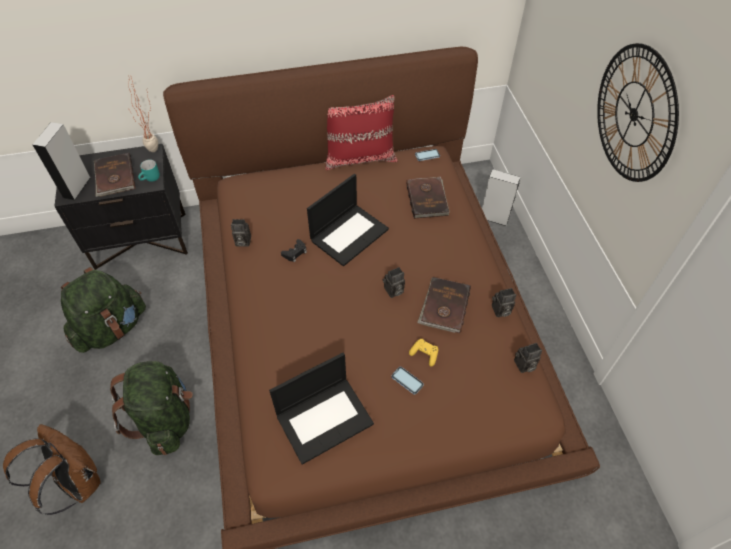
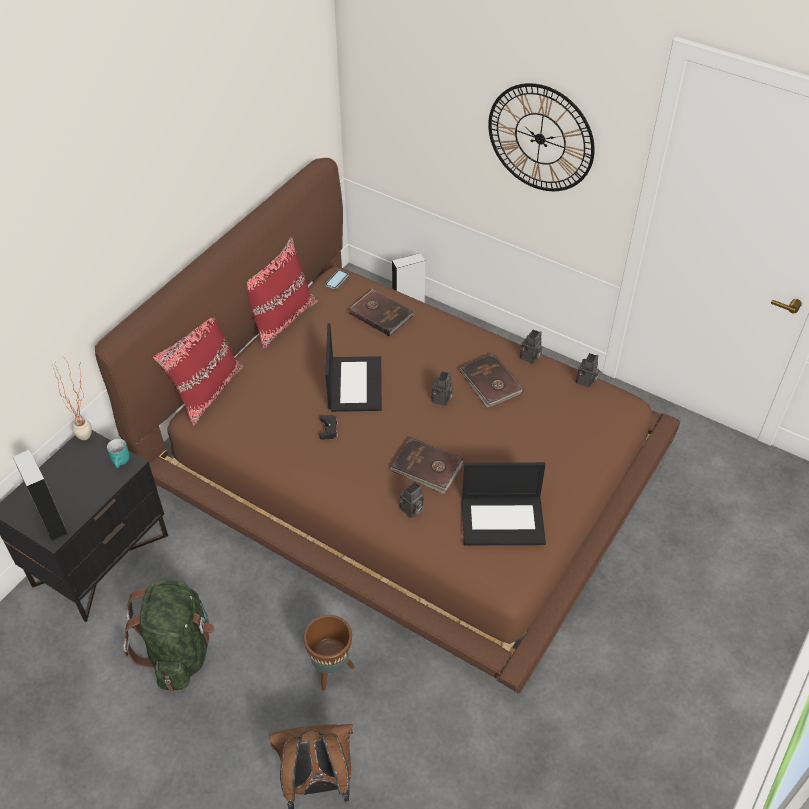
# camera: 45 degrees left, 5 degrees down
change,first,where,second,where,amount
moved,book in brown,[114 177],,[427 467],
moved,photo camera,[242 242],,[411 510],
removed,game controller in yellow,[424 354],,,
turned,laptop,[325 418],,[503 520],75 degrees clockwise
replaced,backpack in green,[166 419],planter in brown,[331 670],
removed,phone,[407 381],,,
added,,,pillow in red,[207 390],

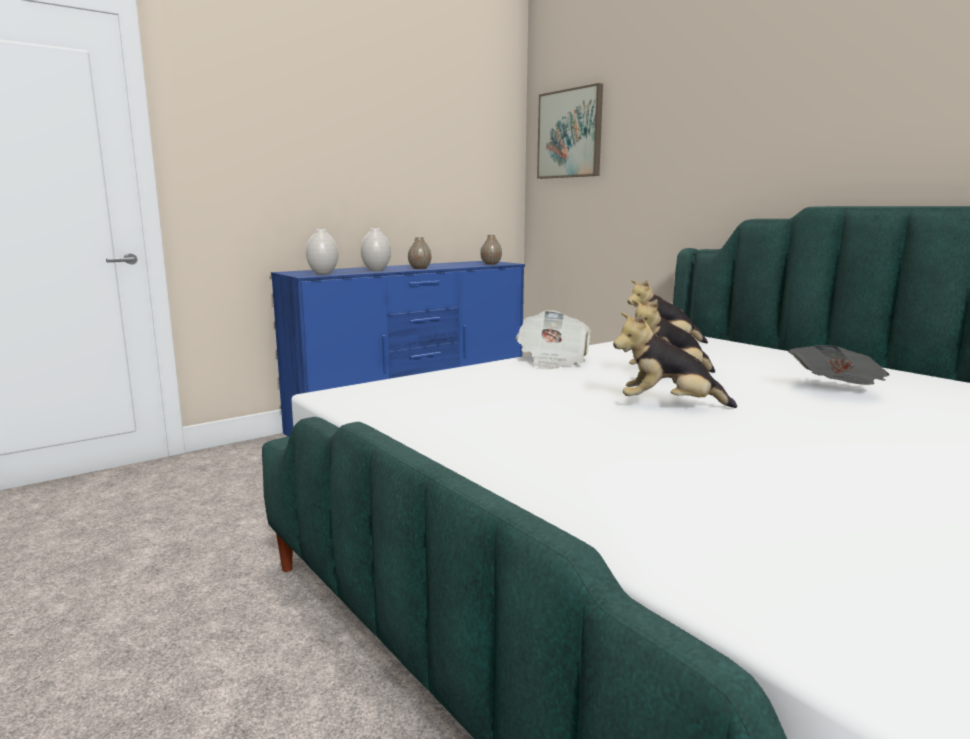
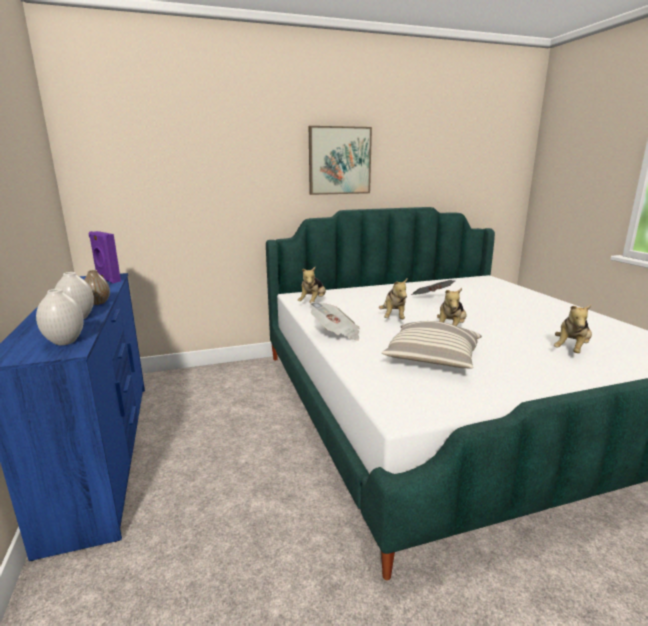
# camera: 70 degrees left, 5 degrees up
change,first,where,second,where,amount
moved,picture,[570 134],,[339 161],
replaced,vase,[491 264],speaker in purple,[107 280],
added,,,plush toy,[571 350],
added,,,pillow,[432 359],

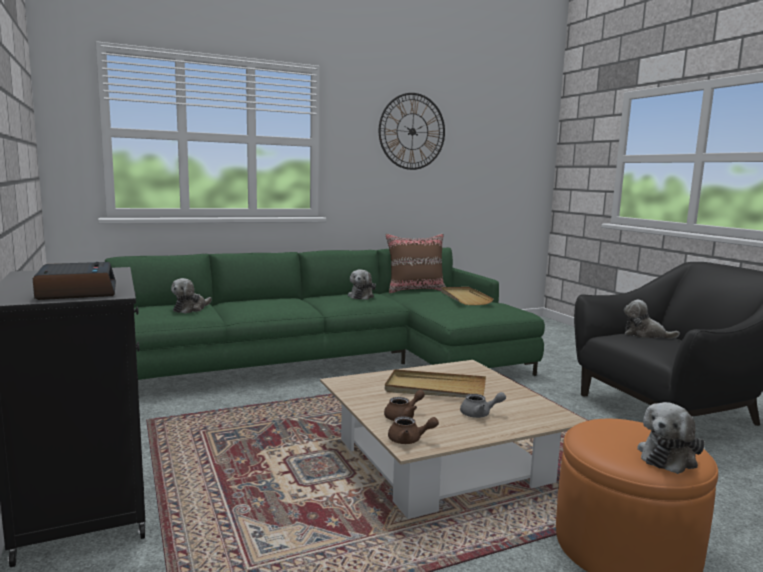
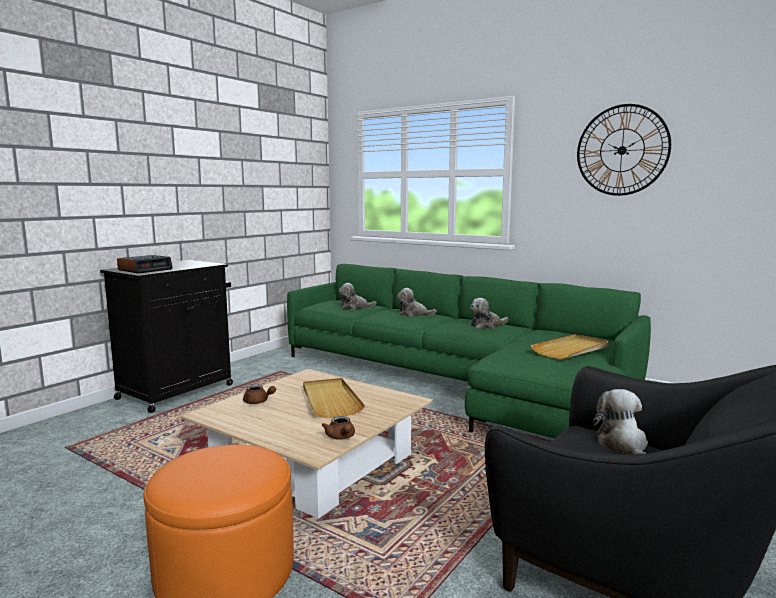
# camera: 60 degrees right, 0 degrees up
change,first,where,second,where,amount
removed,pillow in brown,[415 290],,,
removed,teapot in grey,[480 414],,,
moved,plush toy,[669 456],,[413 314],
moved,teapot in brown,[409 440],,[341 437],

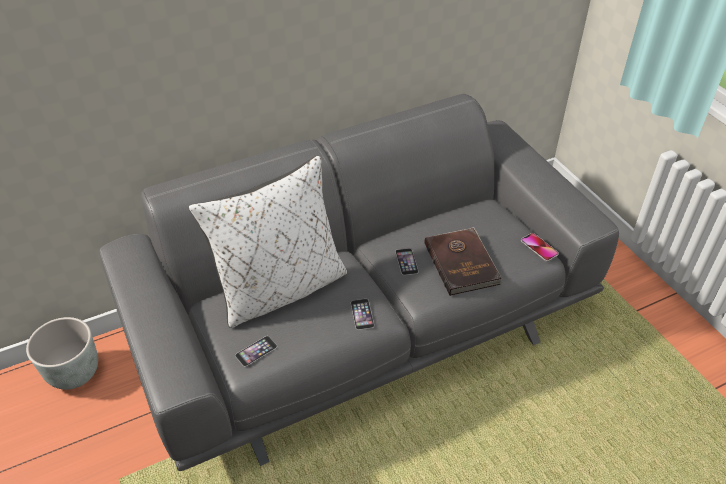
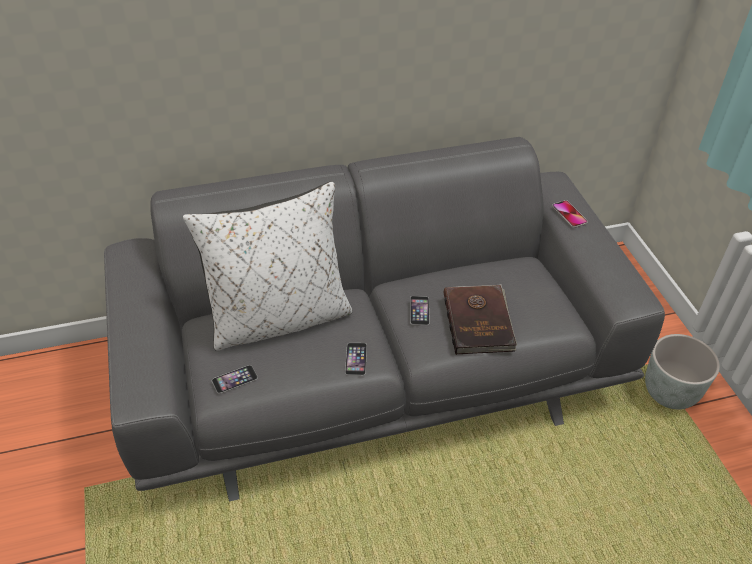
# camera: 10 degrees right, 0 degrees up
change,first,where,second,where,amount
moved,phone,[539 248],,[569 215],
moved,planter in grey,[75 372],,[669 393],

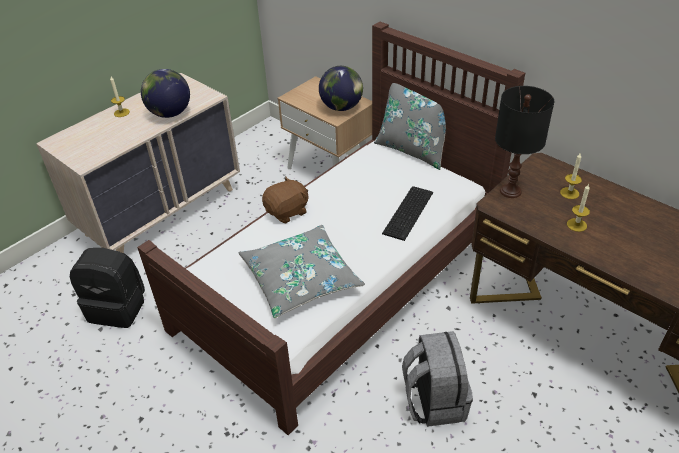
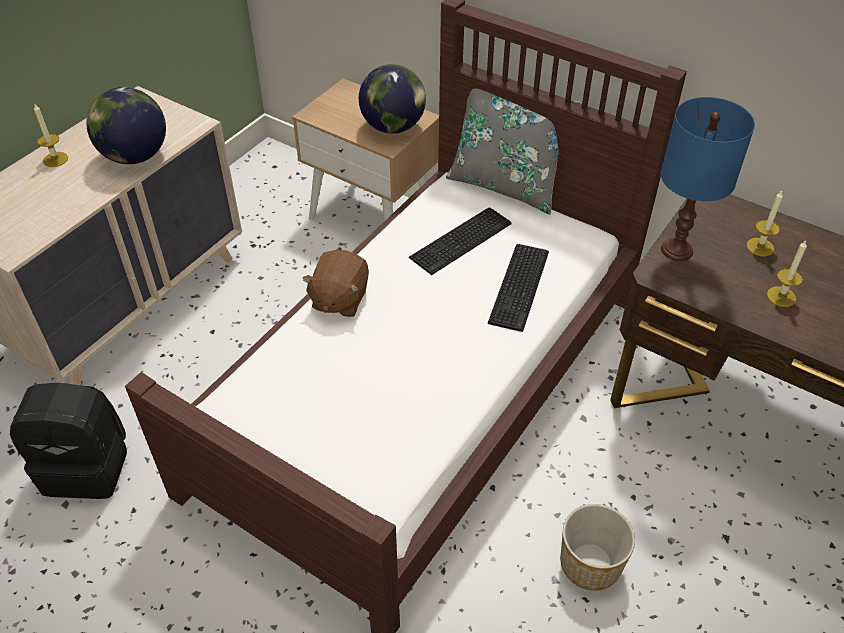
# camera: 10 degrees left, 5 degrees up
change,first,where,second,where,amount
recoloured,table lamp in black,[510 191],table lamp in blue,[676 250],
turned,plush toy in brown,[287 212],,[339 299],150 degrees clockwise
removed,pillow in grey,[301 278],,,
replaced,backpack in grey,[434 400],planter,[589 564],
added,,,keyboard,[463 241],

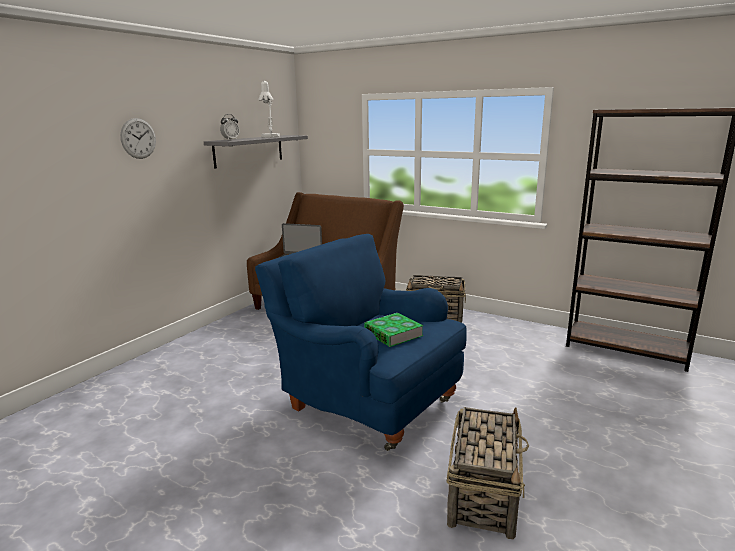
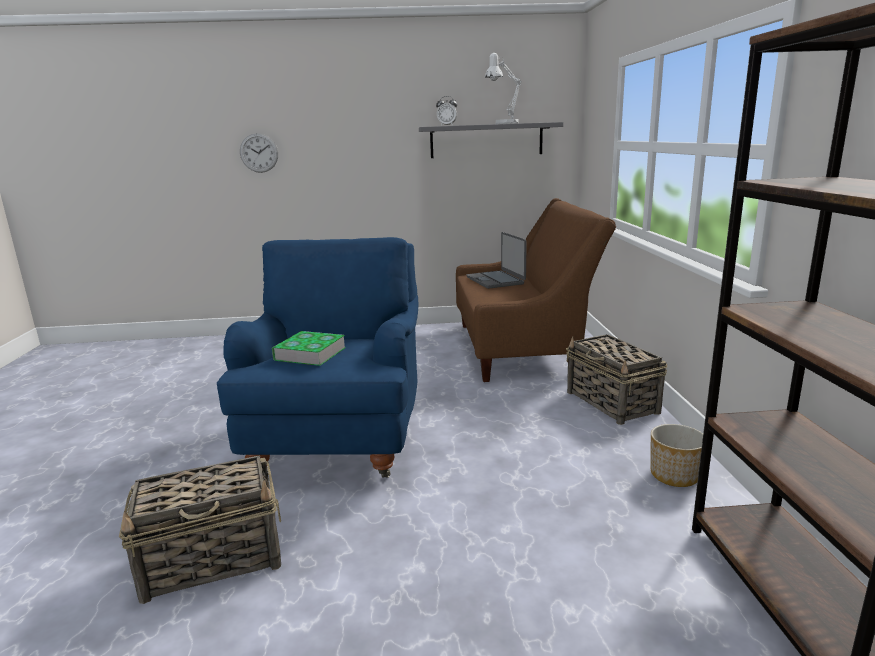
# camera: 55 degrees right, 0 degrees up
change,first,where,second,where,amount
moved,wall clock,[138 138],,[259 153],
added,,,planter,[675 475],

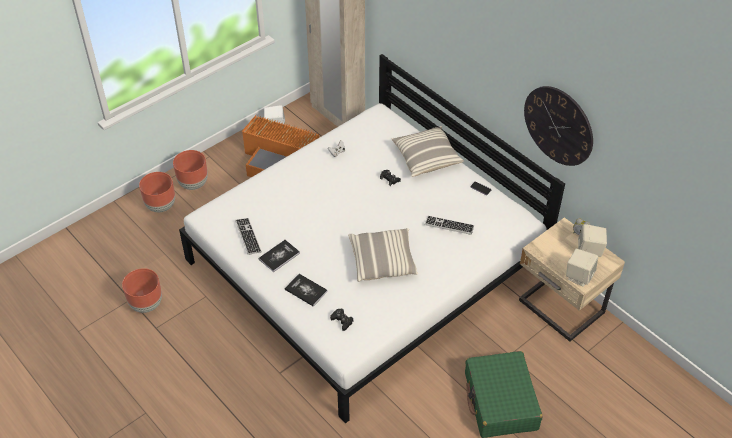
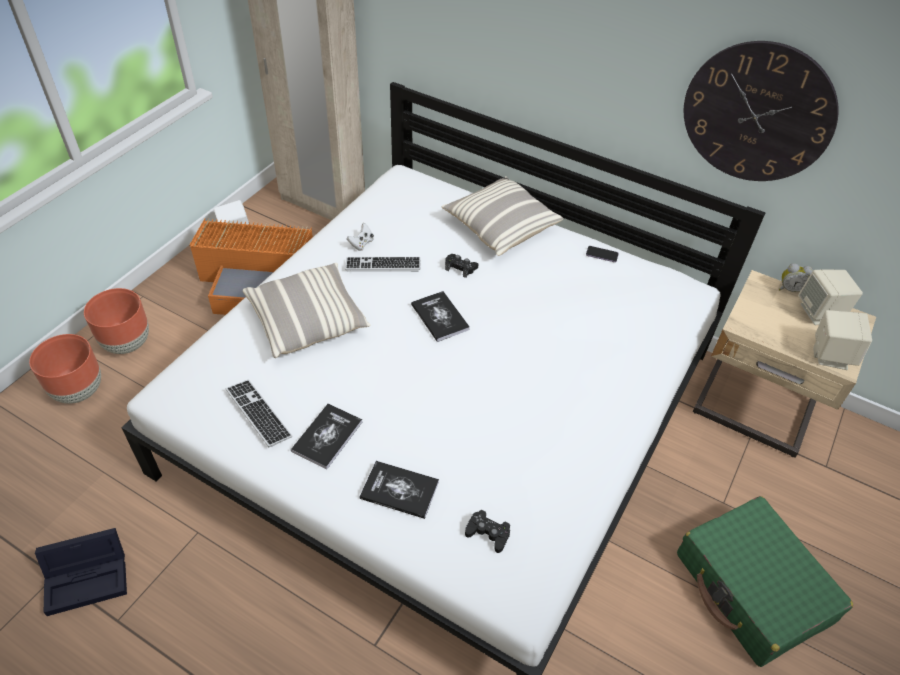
# camera: 20 degrees left, 0 degrees up
change,first,where,second,where,amount
moved,keyboard,[449 226],,[383 265],
moved,pillow,[383 261],,[308 320],
replaced,planter in brown,[147 304],storage box in black,[89 577],
added,,,book,[440 317],

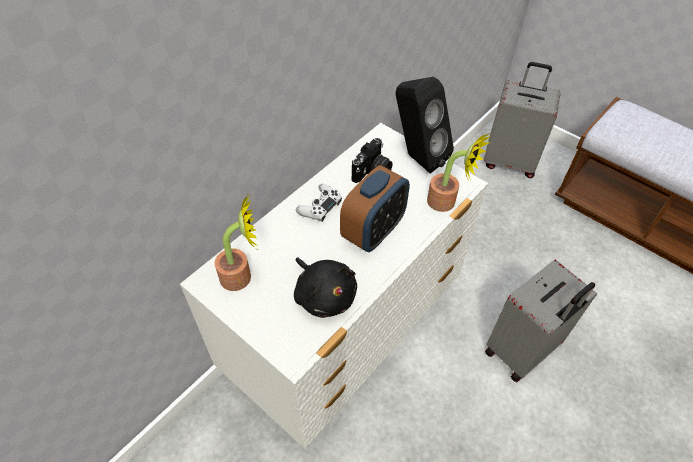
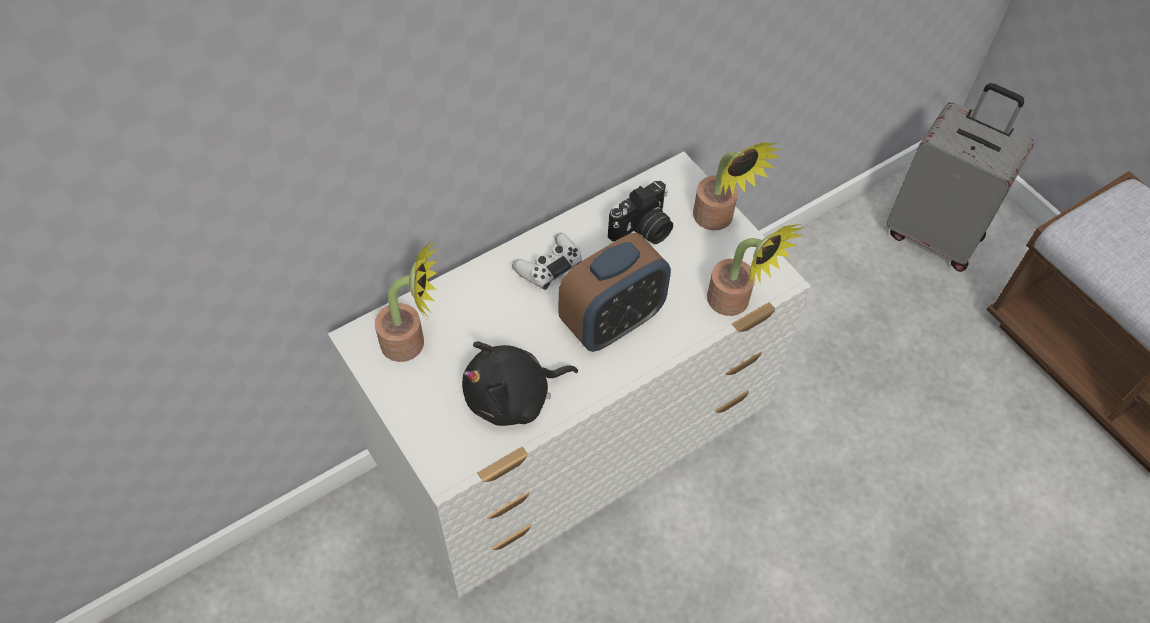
# camera: 15 degrees right, 5 degrees up
change,first,where,second,where,amount
replaced,speaker in black,[416 157],potted plant,[718 220],
turned,plush toy in black,[324 295],,[513 397],90 degrees clockwise
removed,suitcase in grey,[522 351],,,

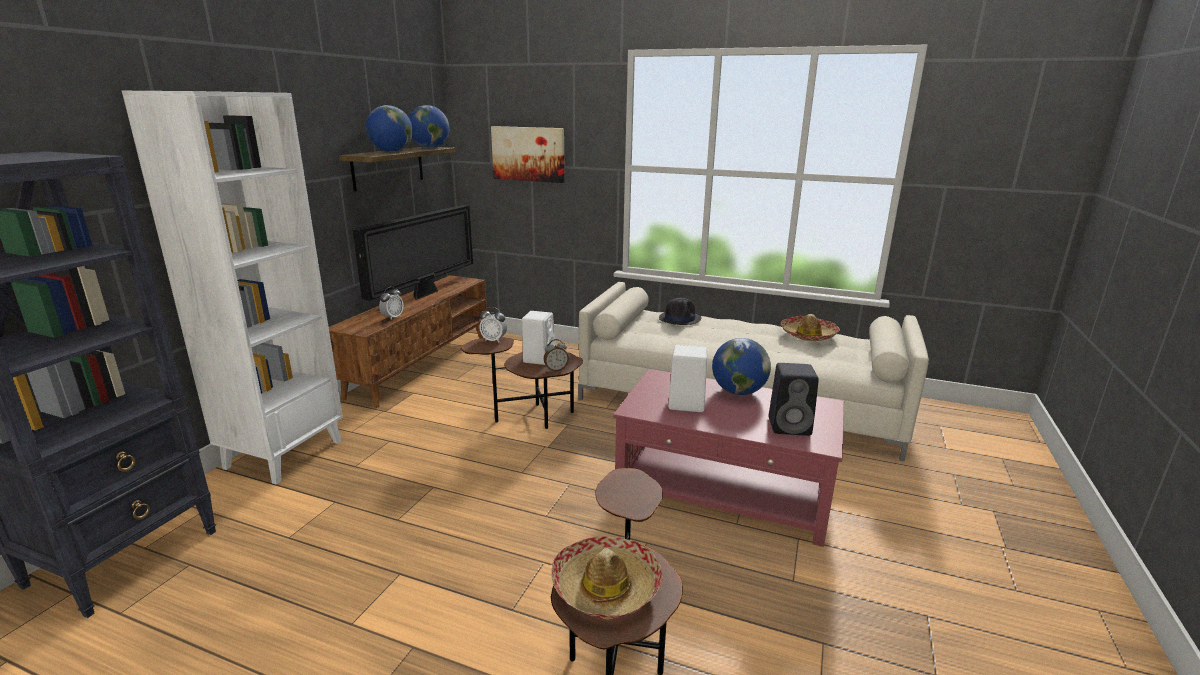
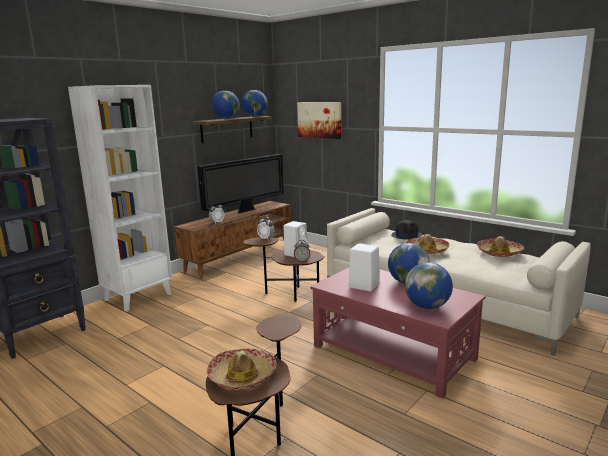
# camera: 20 degrees right, 5 degrees down
change,first,where,second,where,amount
replaced,speaker in black,[791 426],globe,[427 306],
added,,,hat,[427 250],

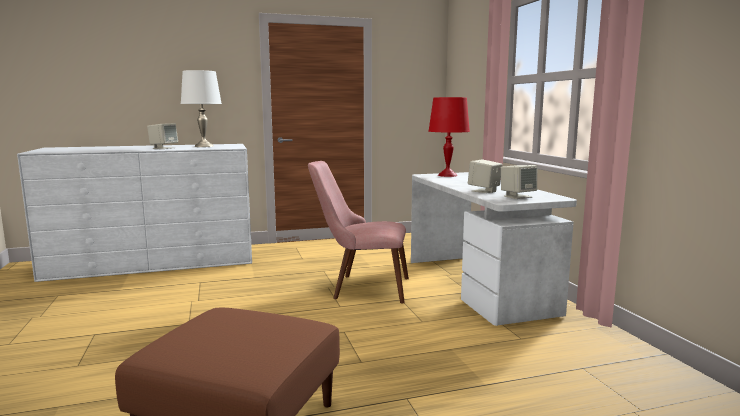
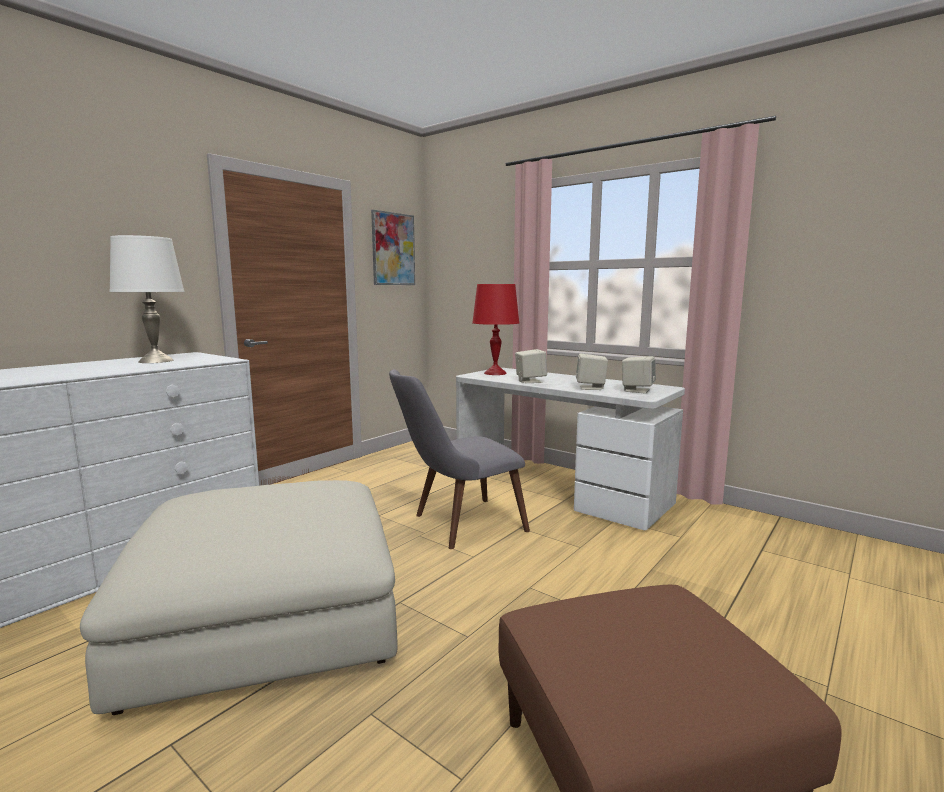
# camera: 35 degrees left, 0 degrees up
change,first,where,second,where,amount
moved,speaker in beige,[163 148],,[530 381],
recoloured,chair in pink,[360 288],chair in grey,[457 525],
added,,,picture,[393 249],
added,,,ottoman in beige,[266 617],

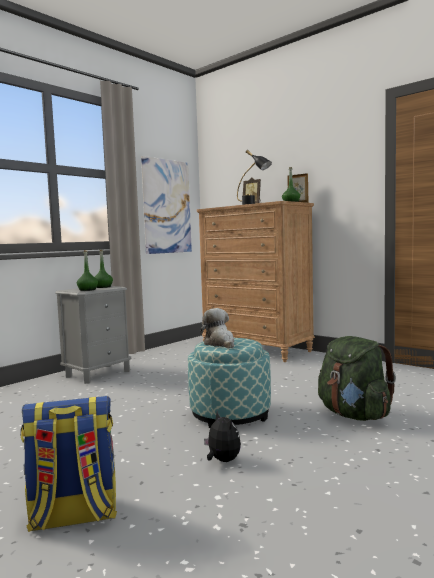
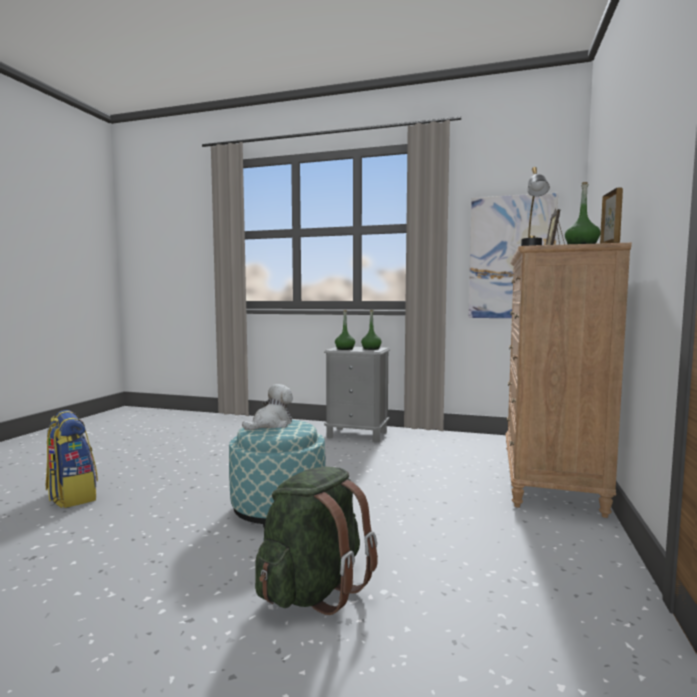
# camera: 65 degrees right, 0 degrees up
change,first,where,second,where,amount
removed,plush toy,[222 460],,,

